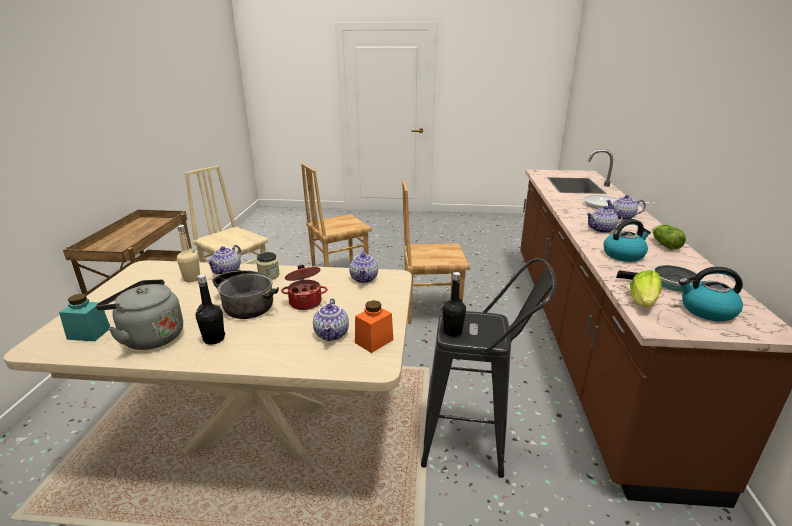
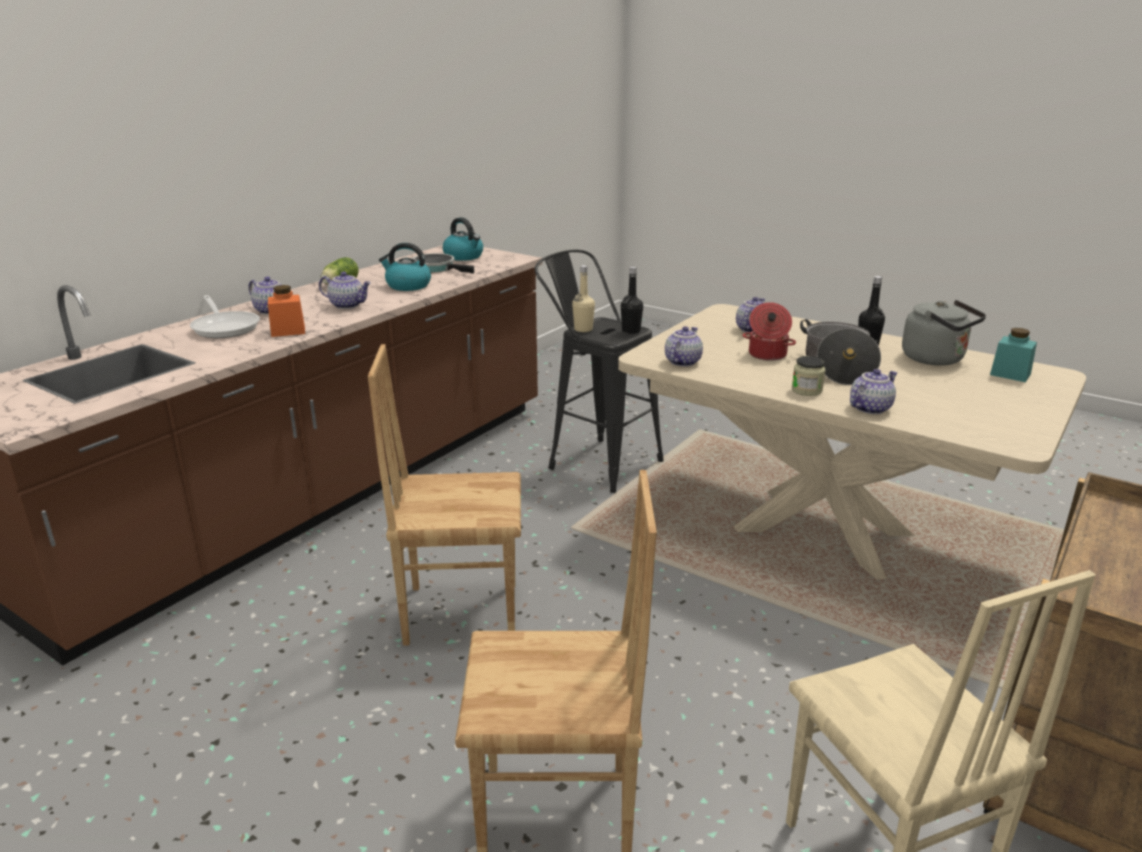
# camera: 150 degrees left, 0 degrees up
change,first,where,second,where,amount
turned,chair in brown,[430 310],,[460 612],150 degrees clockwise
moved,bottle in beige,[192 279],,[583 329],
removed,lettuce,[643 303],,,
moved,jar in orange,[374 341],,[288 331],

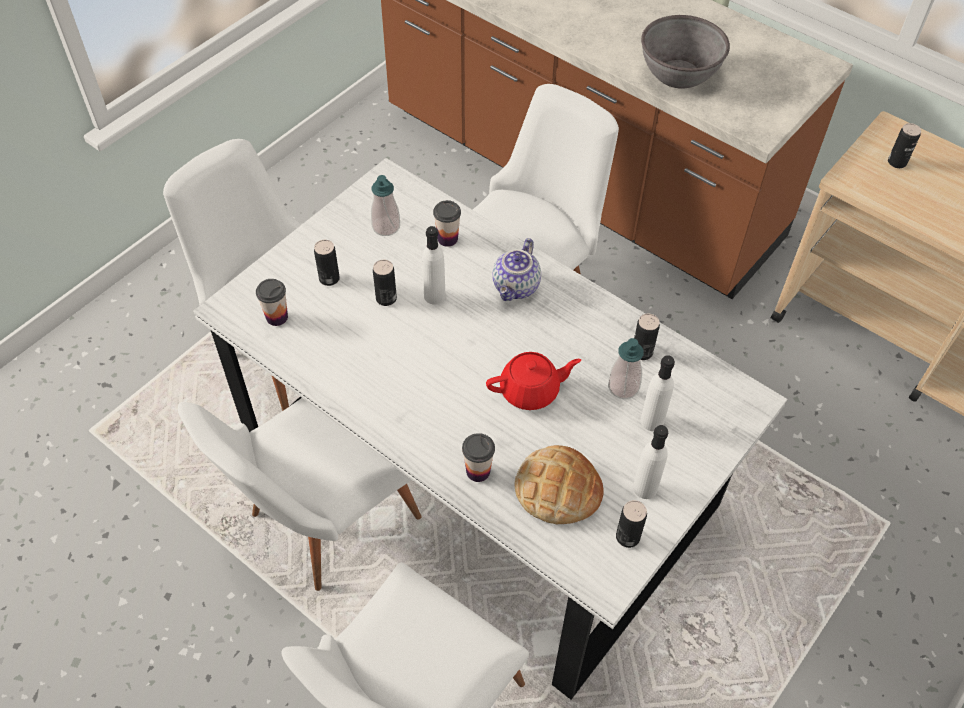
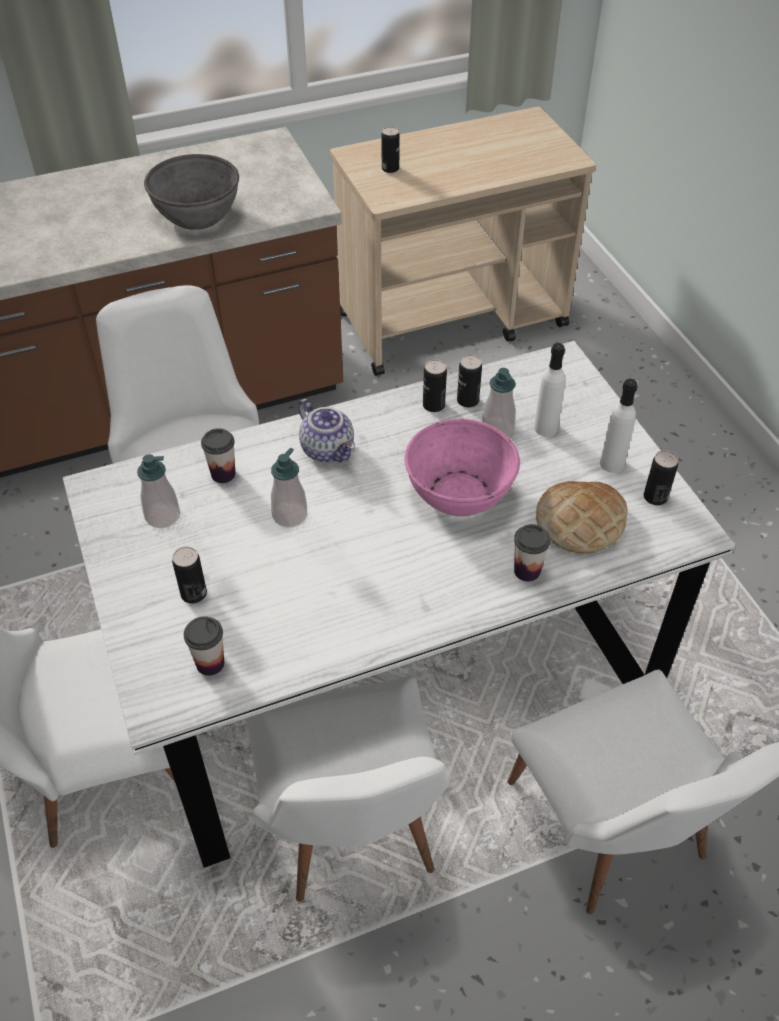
# camera: 60 degrees left, 5 degrees down
change,first,where,second,where,amount
replaced,bottle in white,[434 296],soap dispenser,[290 515],
moved,can,[386 298],,[433 405],
replaced,teapot in red,[531 391],bowl in pink,[459 493],

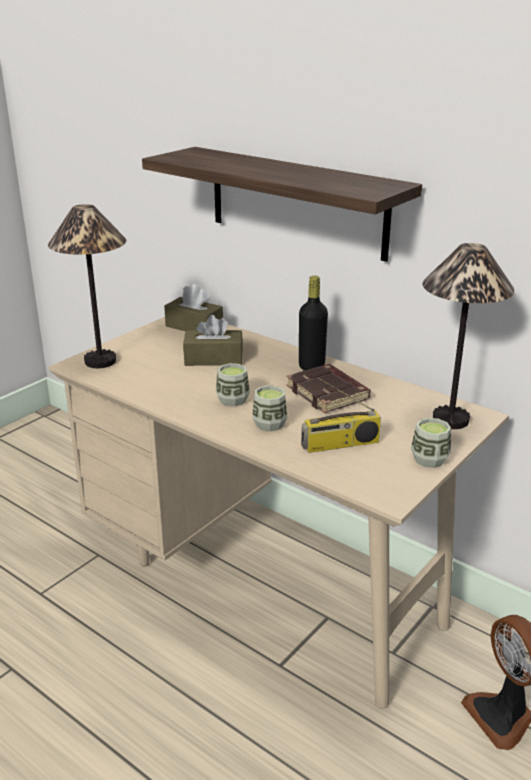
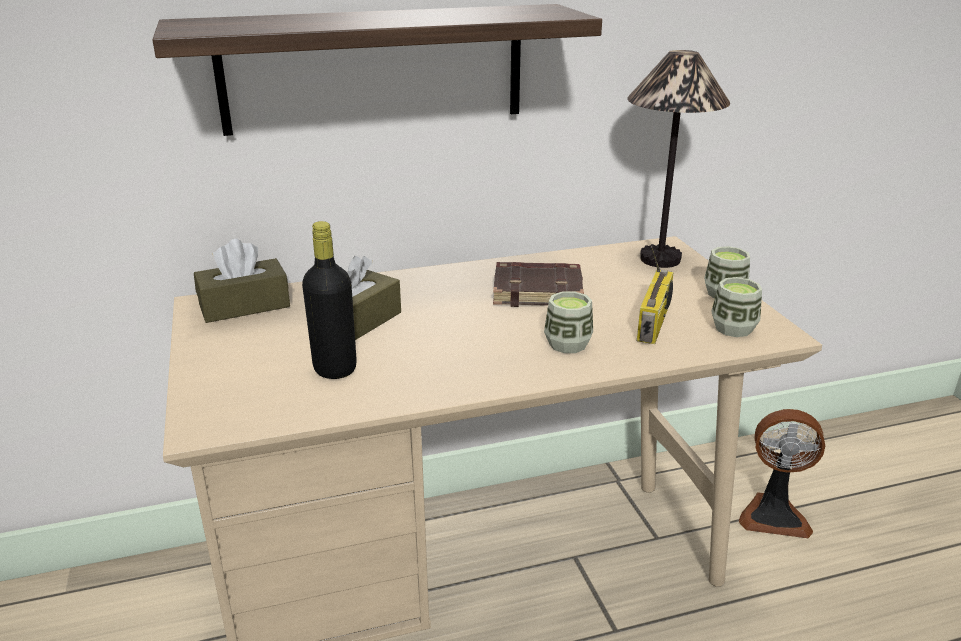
# camera: 55 degrees left, 0 degrees up
change,first,where,second,where,amount
removed,table lamp,[100 362],,,
moved,bottle in black,[311 366],,[335 369],
moved,cup,[232 400],,[733 328],

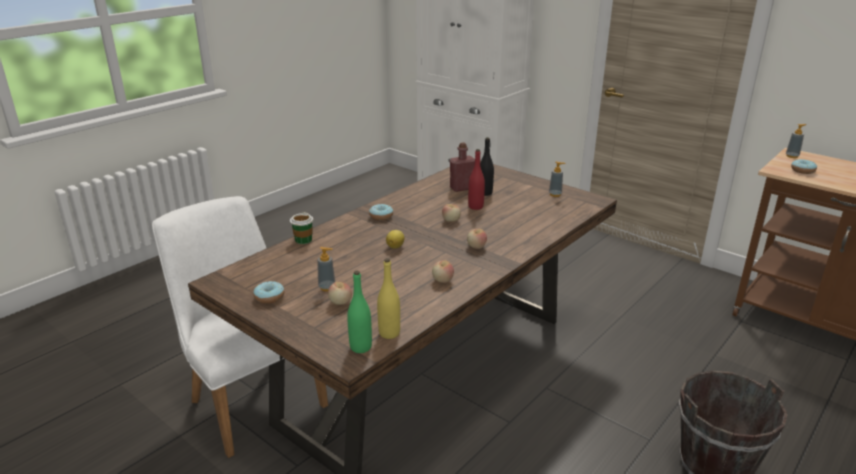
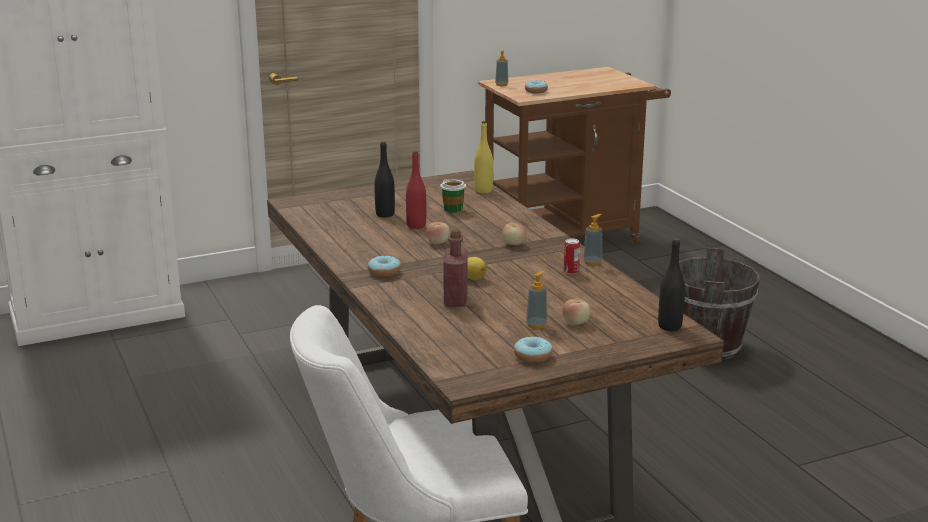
# camera: 65 degrees left, 5 degrees down
change,first,where,second,where,amount
moved,bottle in red,[461 188],,[455 300],
moved,soap dispenser,[555 194],,[592 262],
moved,cup,[303 240],,[453 209],
moved,bottle in yellow,[389 333],,[483 190],
replaced,apple,[442 280],can,[571 271],
recoloured,bottle in green,[360 347],bottle in black,[669 326],

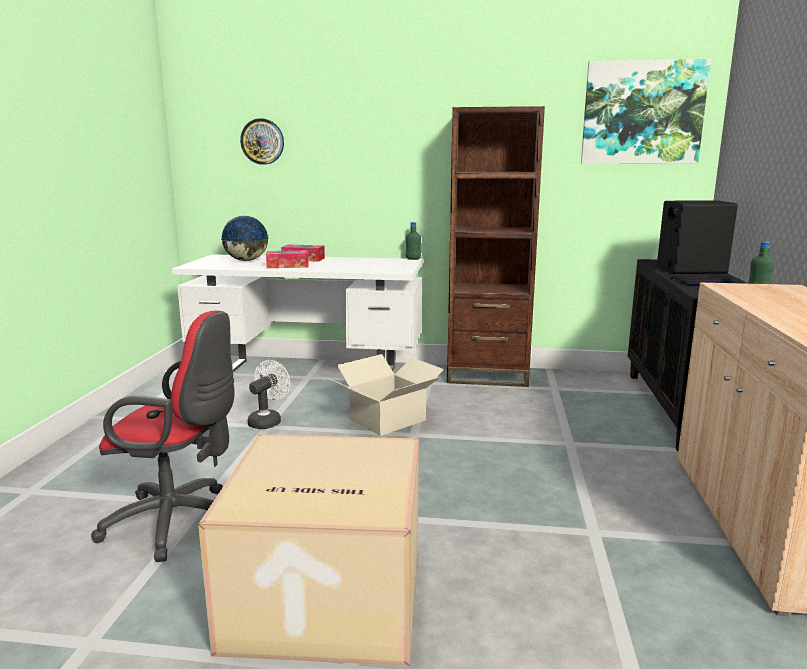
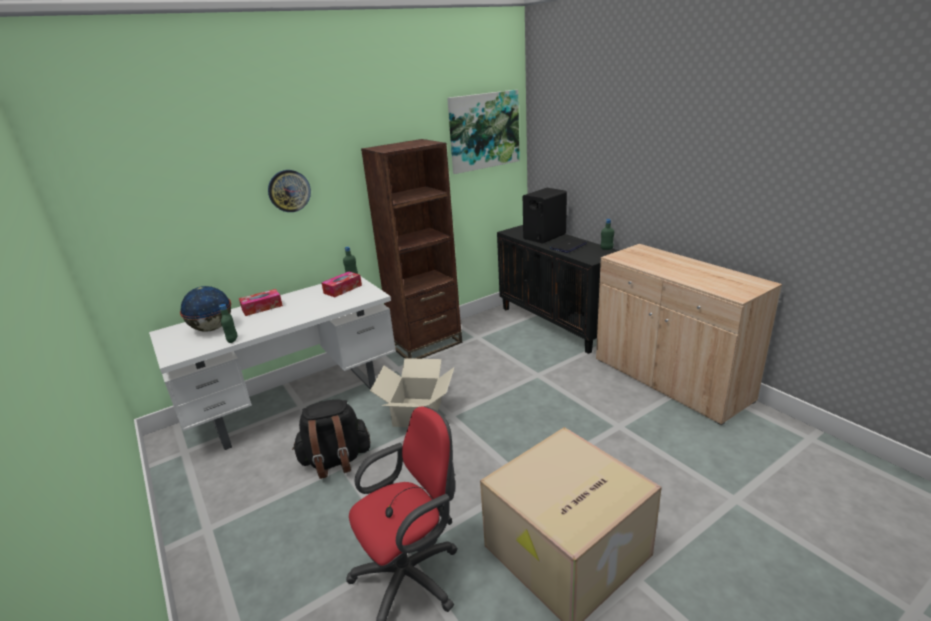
# camera: 40 degrees left, 10 degrees up
change,first,where,second,where,amount
moved,wall clock,[262 141],,[289 191],
moved,tissue box,[288 266],,[342 289],
replaced,fan in white,[268 421],backpack in black,[335 461],
added,,,bottle in green,[232 340],

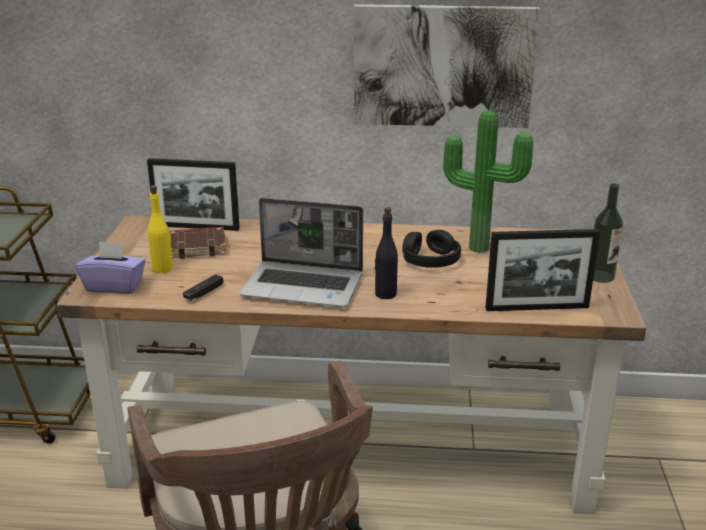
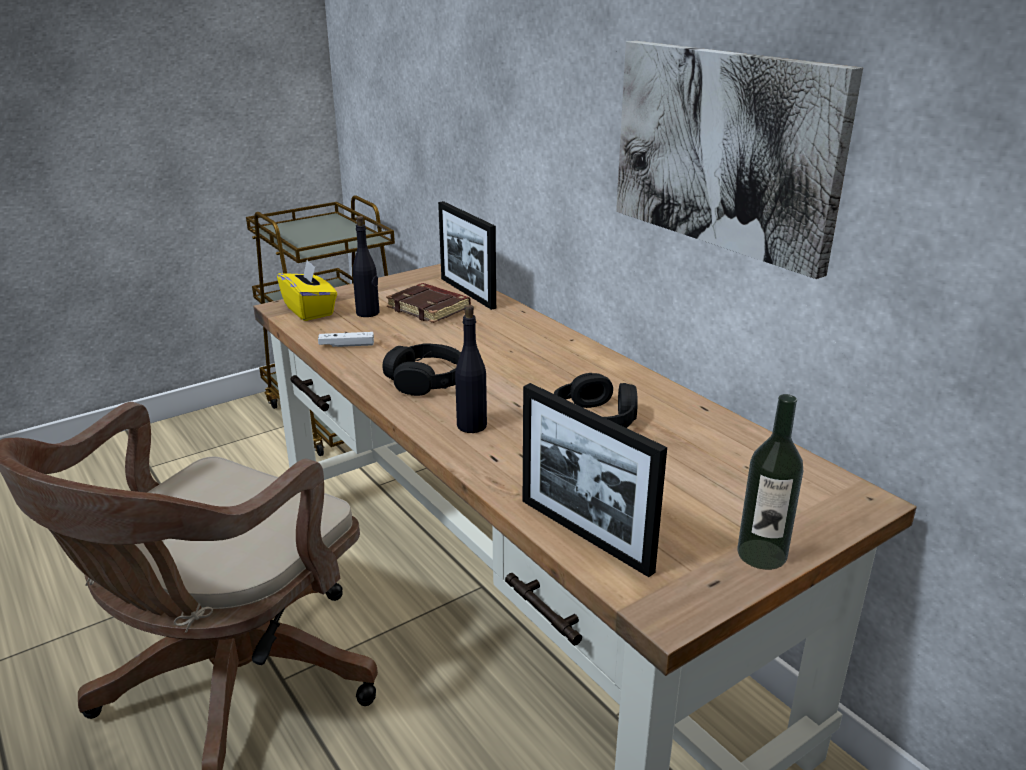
# camera: 50 degrees right, 0 degrees up
change,first,where,second,where,amount
removed,potted plant,[479 246],,,
recoloured,bottle in yellow,[163 268],bottle in black,[368 313],
replaced,laptop,[304 286],headphones in black,[426 380],
recoloured,tissue box in purple,[114 286],tissue box in yellow,[310 310],
recoloured,game controller in black,[203 293],game controller in white,[346 345],

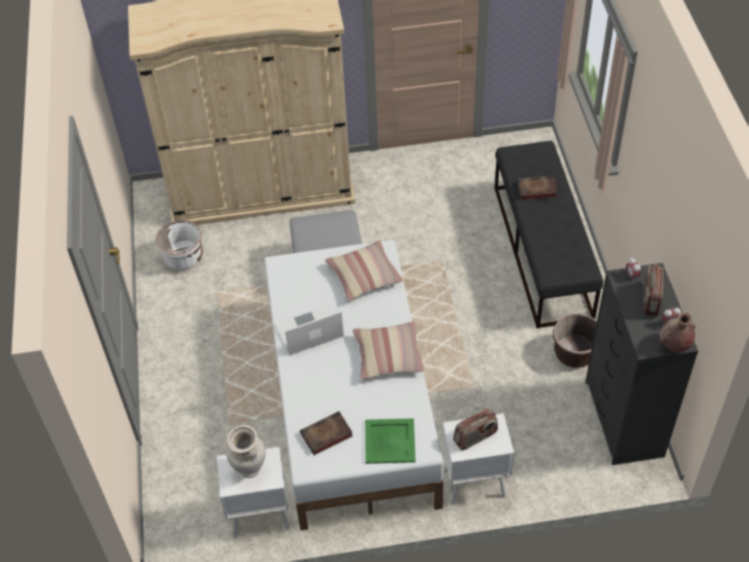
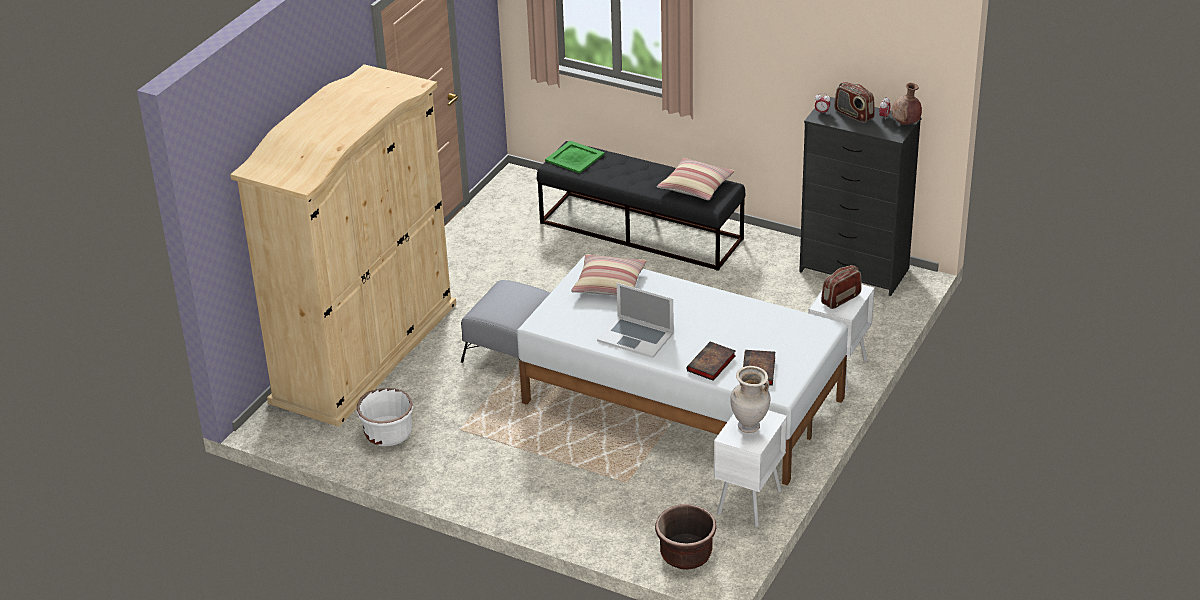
# camera: 55 degrees left, 15 degrees down
change,first,where,second,where,amount
moved,book,[536 190],,[711 364],
turned,laptop,[309 331],,[635 336],75 degrees counterclockwise
moved,planter in brown,[575 353],,[686 555],
moved,pillow,[388 355],,[695 186],
turned,radio,[475 437],,[840 299],135 degrees counterclockwise
moved,tray in green,[390 441],,[575 157],

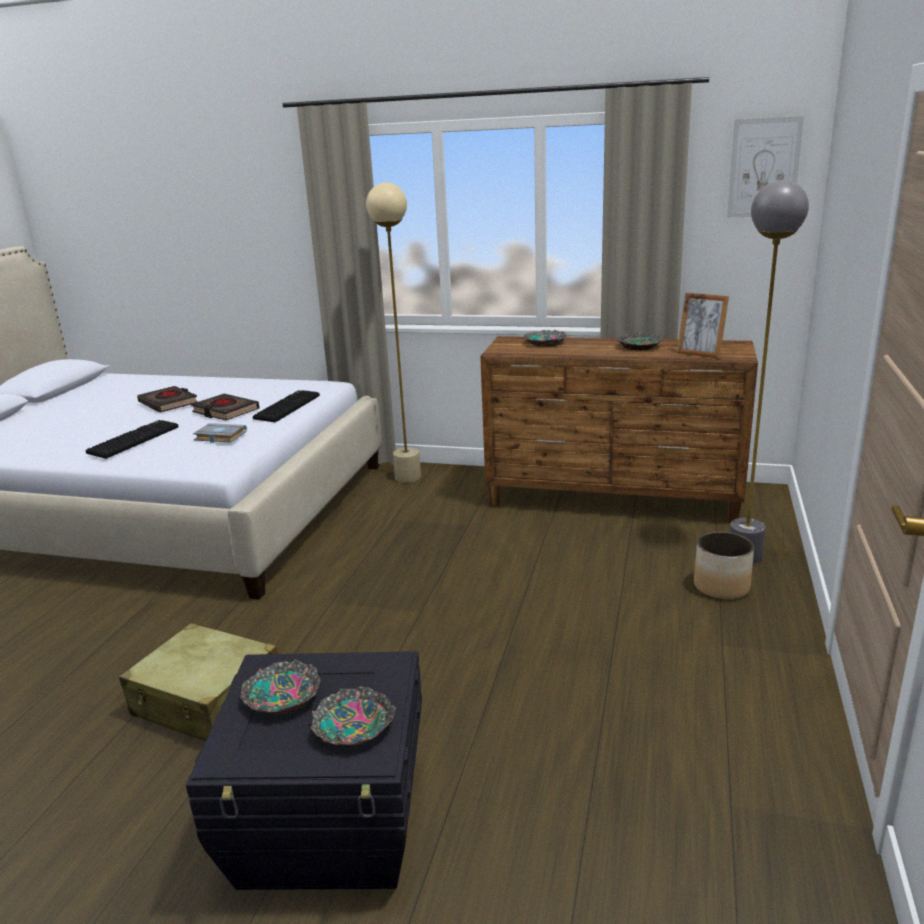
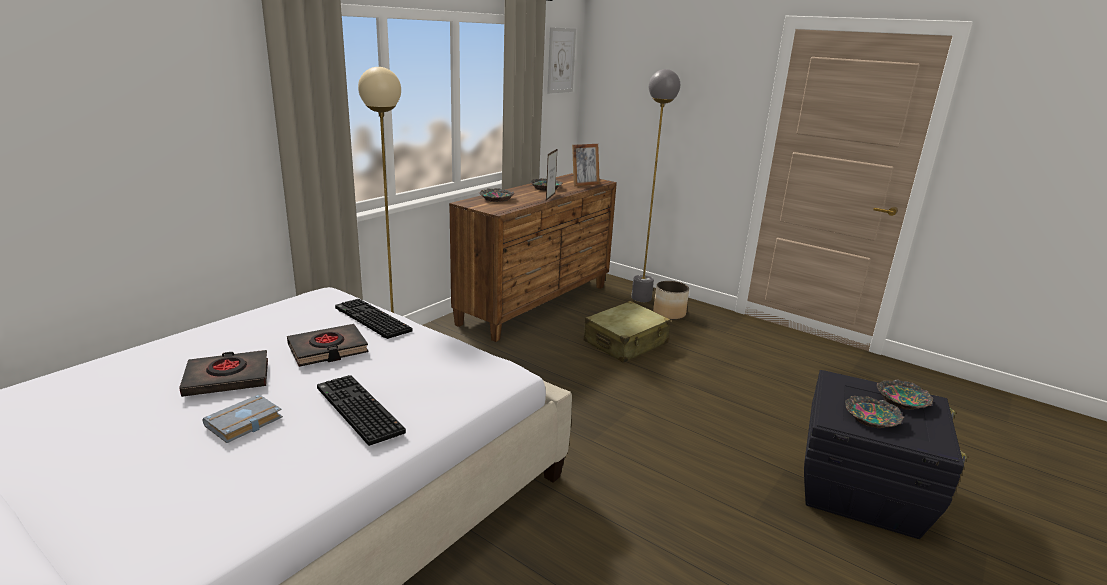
# camera: 70 degrees left, 0 degrees up
change,first,where,second,where,amount
moved,book in grey,[219 437],,[244 423],
moved,suitcase in beige,[208 701],,[626 343],
added,,,picture frame,[550 197],

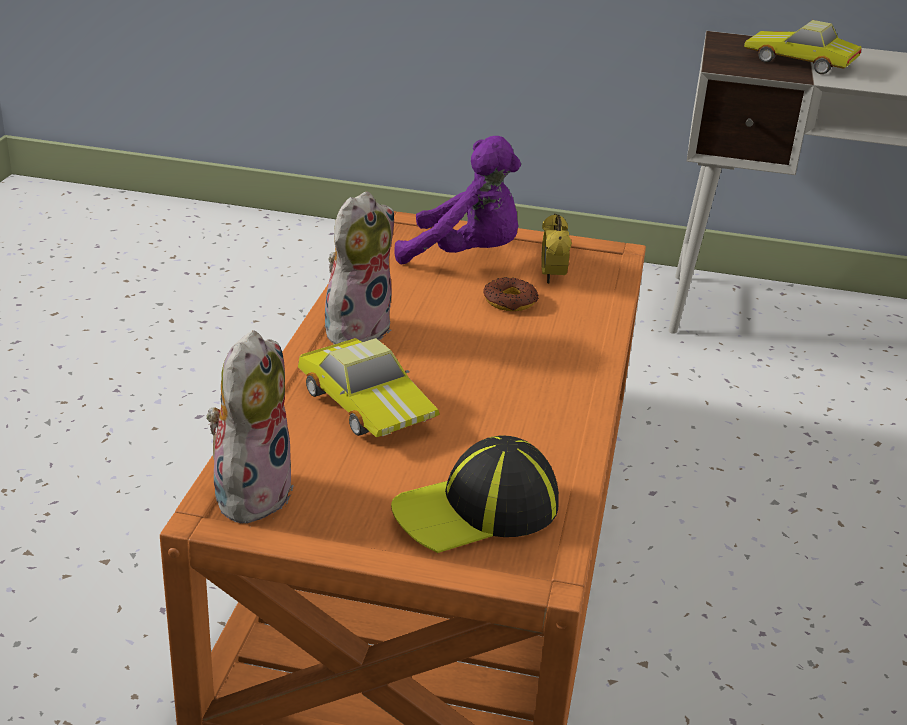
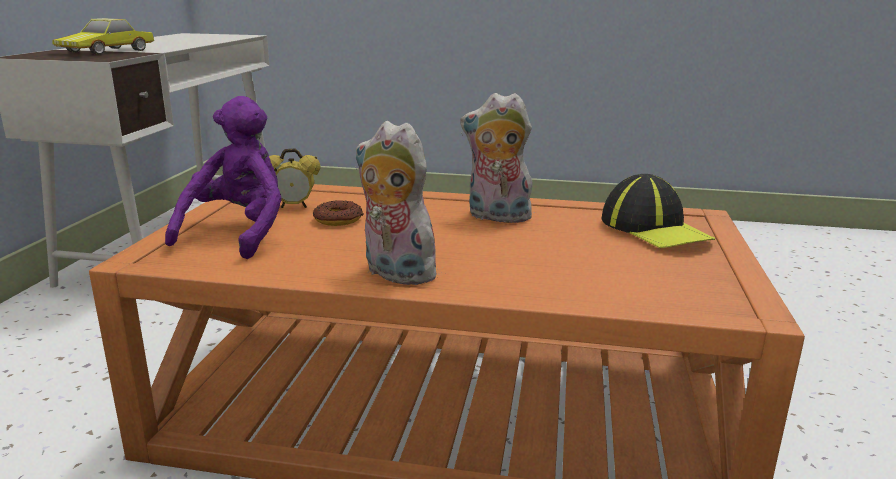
# camera: 90 degrees left, 10 degrees down
change,first,where,second,where,amount
moved,plush toy,[250 492],,[496 217],
removed,toy car,[368 402],,,

